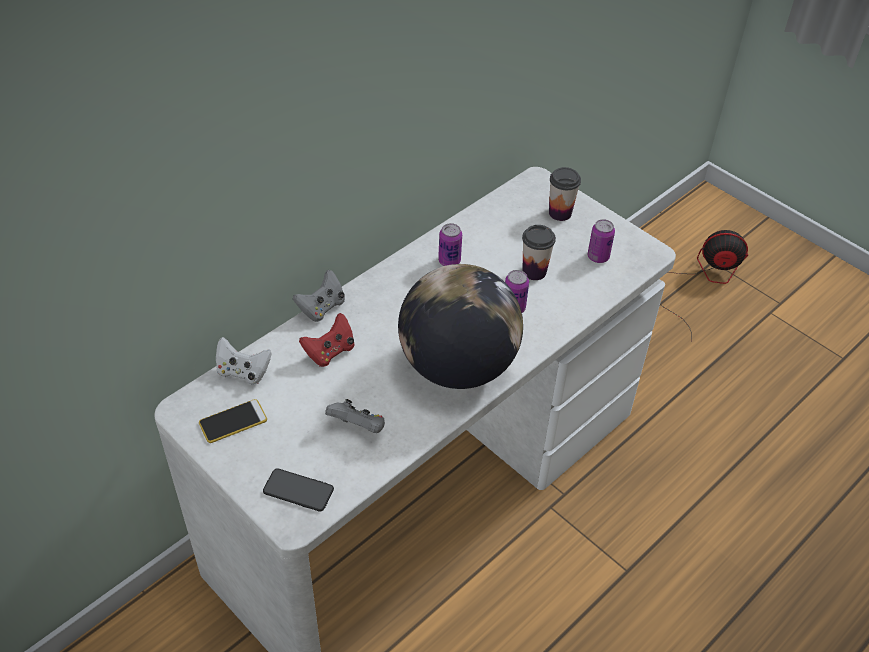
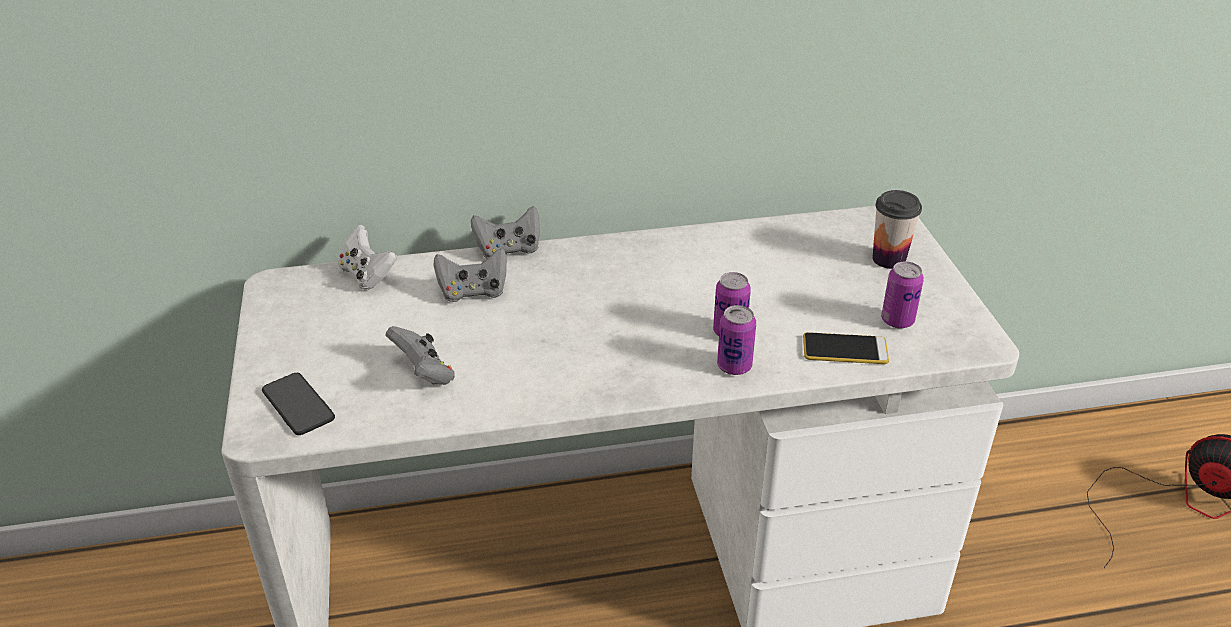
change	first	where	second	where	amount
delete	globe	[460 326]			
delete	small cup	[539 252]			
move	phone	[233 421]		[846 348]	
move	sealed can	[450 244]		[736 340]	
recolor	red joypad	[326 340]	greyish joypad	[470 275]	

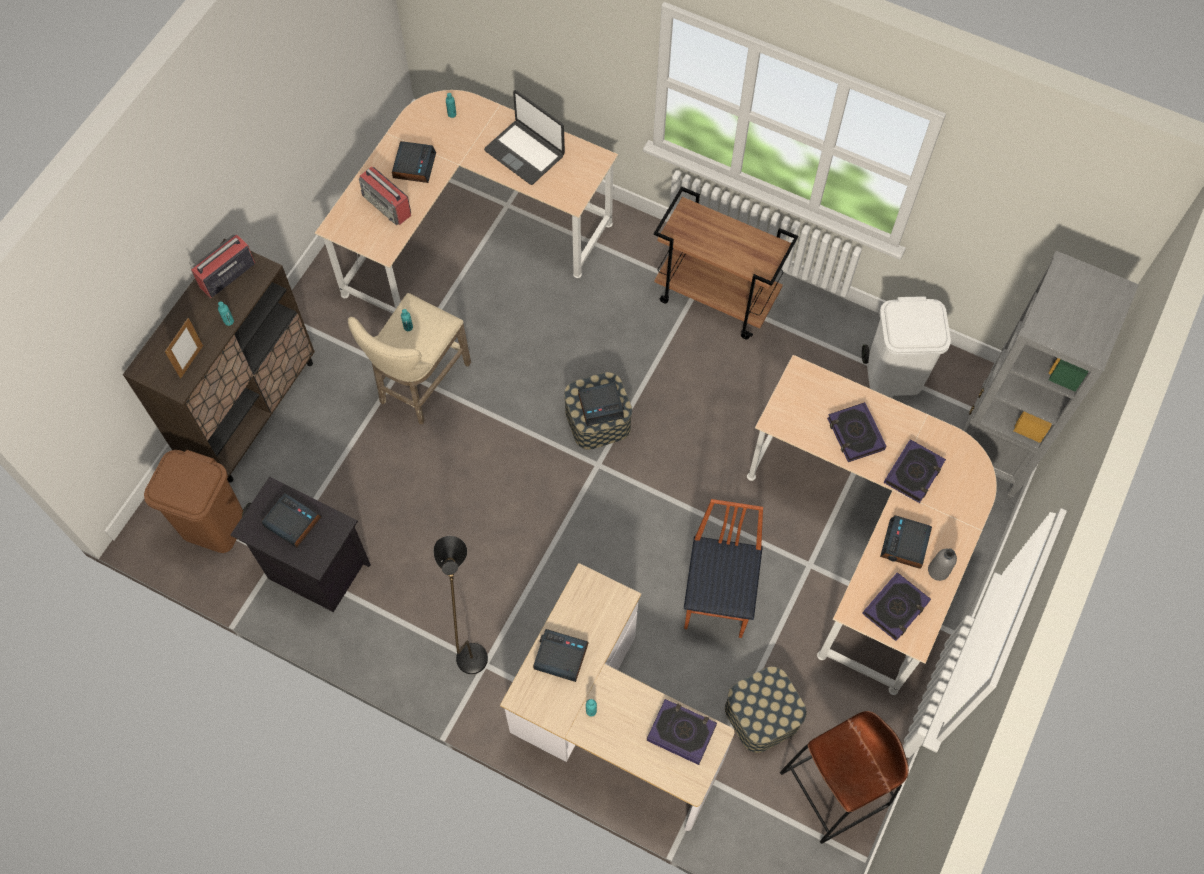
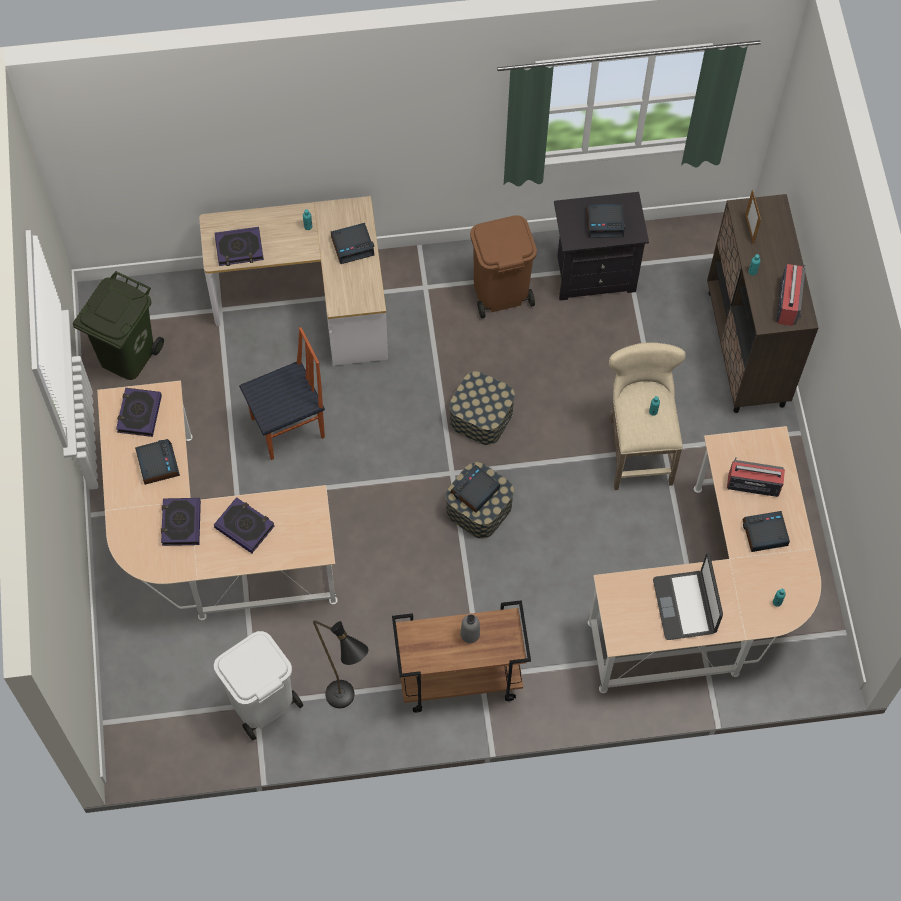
change	first	where	second	where	amount
delete	greyish bookshelf	[1051 374]			
move	brown trash can	[197 501]		[503 266]	
move	black-coloured floor lamp	[460 605]		[340 664]	
move	storage bin	[766 710]		[482 408]	
move	greyish bottle	[942 565]		[470 629]	
replace	brown sitting stool	[844 777]	green trash can	[118 325]	
rotate	alarm clock	[414 162]		[766 531]	105 degrees clockwise
rotate	portable computer	[524 137]		[688 596]	105 degrees counterclockwise
rotate	upright chair	[723 568]		[282 393]	90 degrees counterclockwise

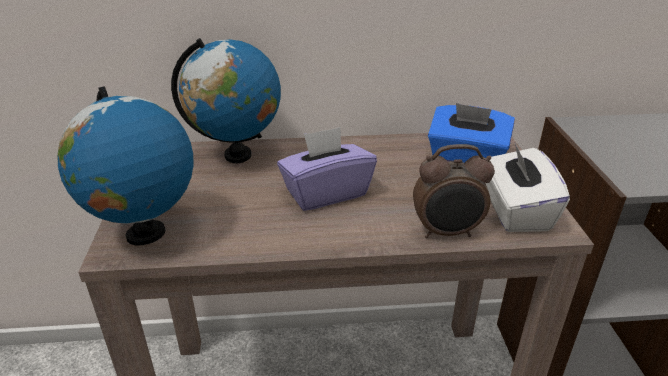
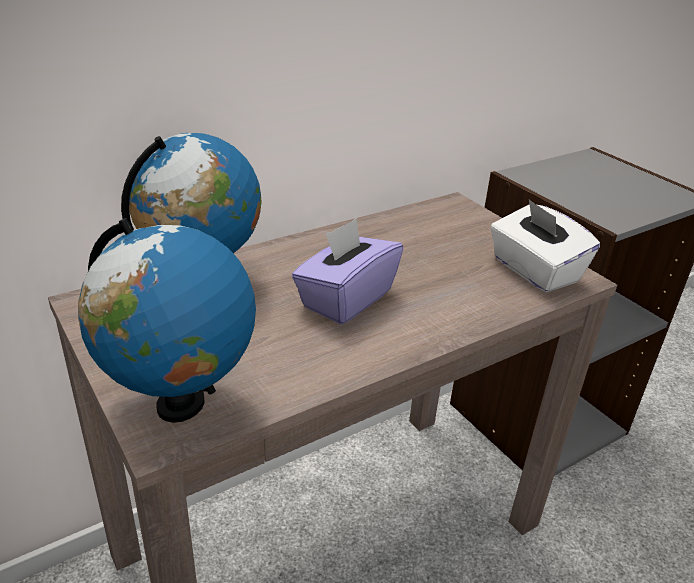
change	first	where	second	where	amount
delete	alarm clock	[454 191]			
delete	blue tissue box	[471 133]			

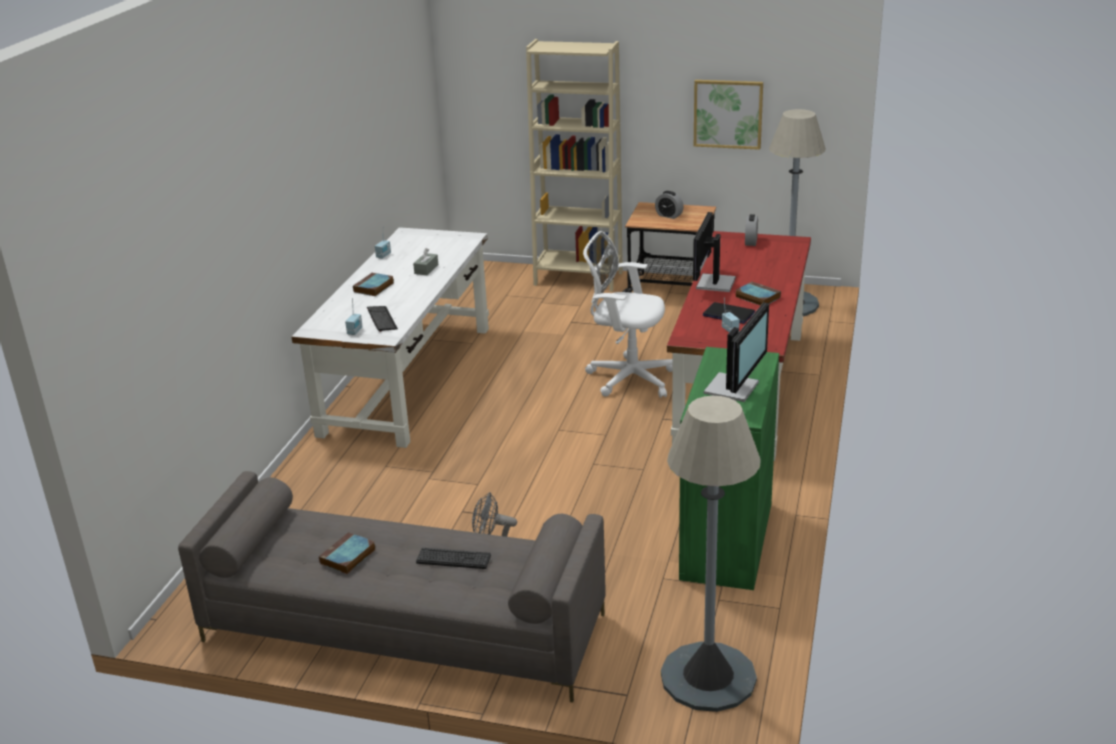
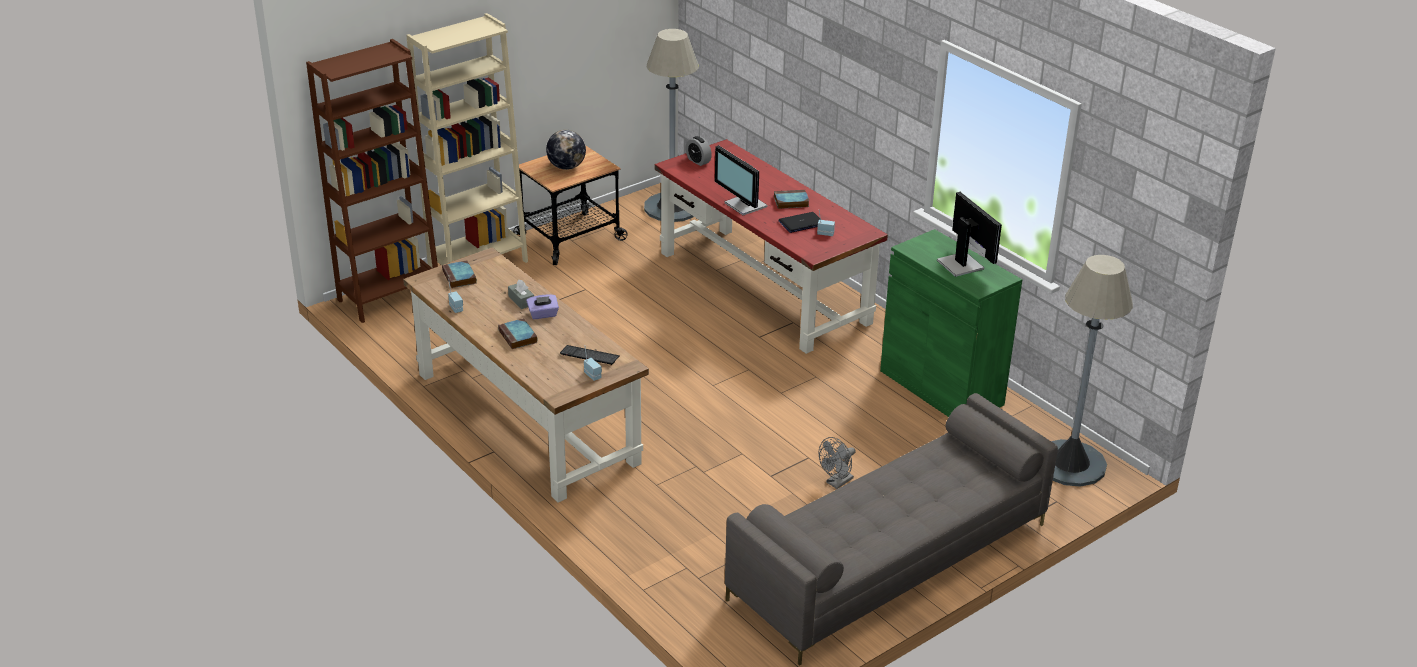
change	first	where	second	where	amount
delete	computer keyboard	[453 558]			
delete	white-coloured computer chair	[628 314]			
delete	picture	[728 115]			
insert			brown bookshelf	[372 181]	
insert			purplish tissue box	[542 306]	
move	volume	[347 553]		[459 274]	
replace	alarm clock	[669 205]	globe	[566 150]	
recolor	white-coloured desk table	[390 337]	brown desk table	[526 375]	

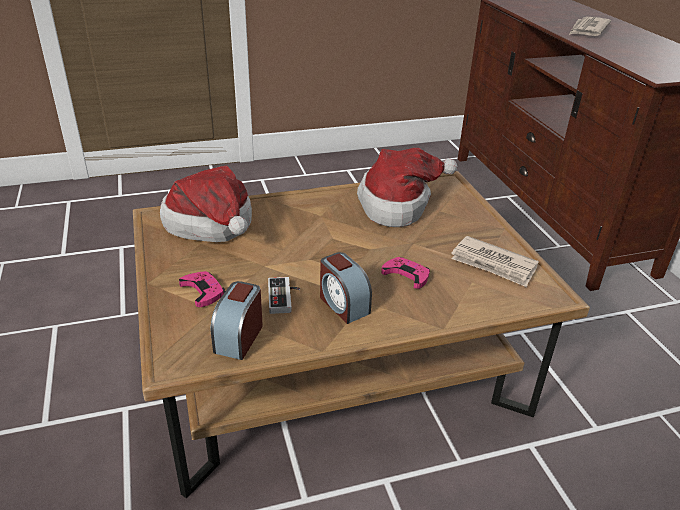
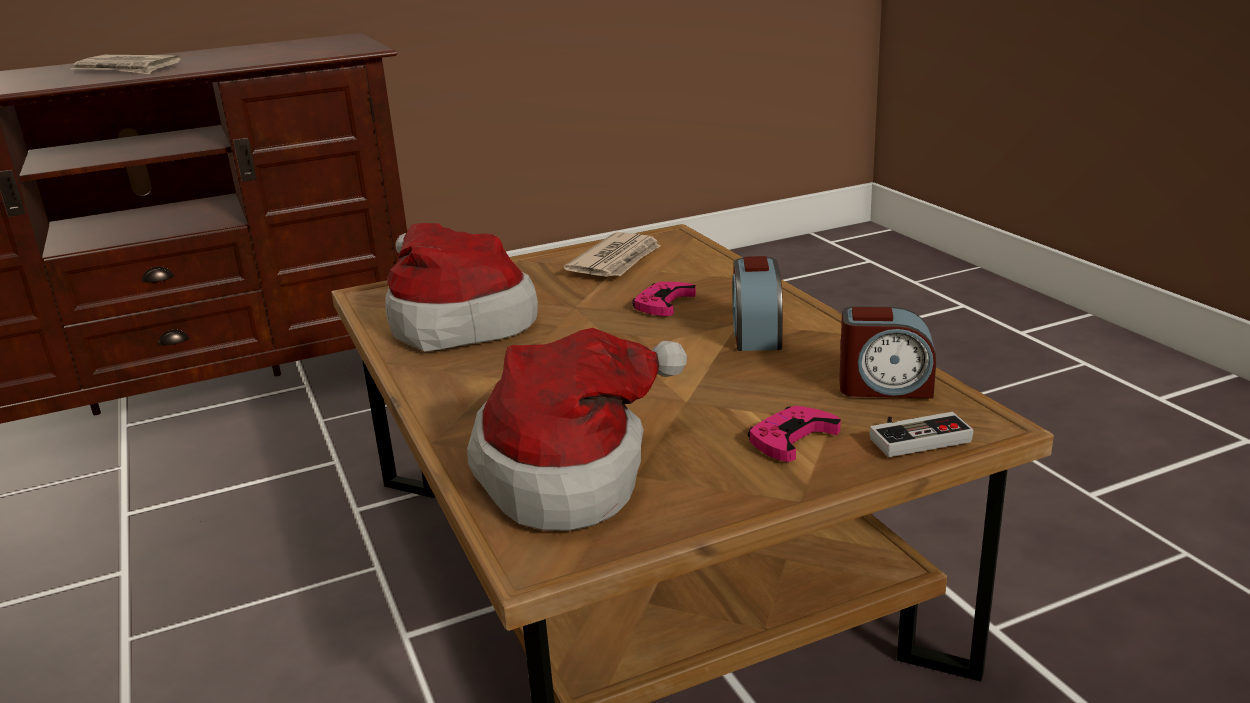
change	first	where	second	where	amount
move	joypad	[284 295]		[922 434]	
rotate	alarm clock	[346 288]		[757 303]	135 degrees clockwise

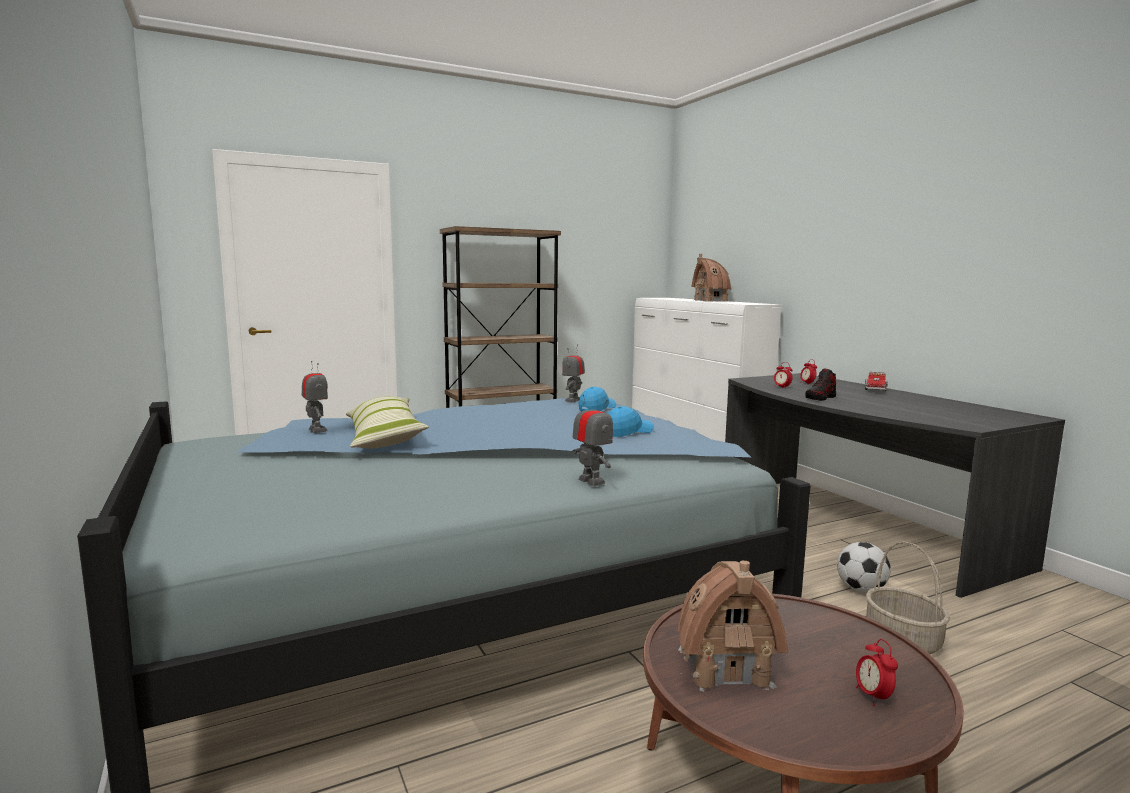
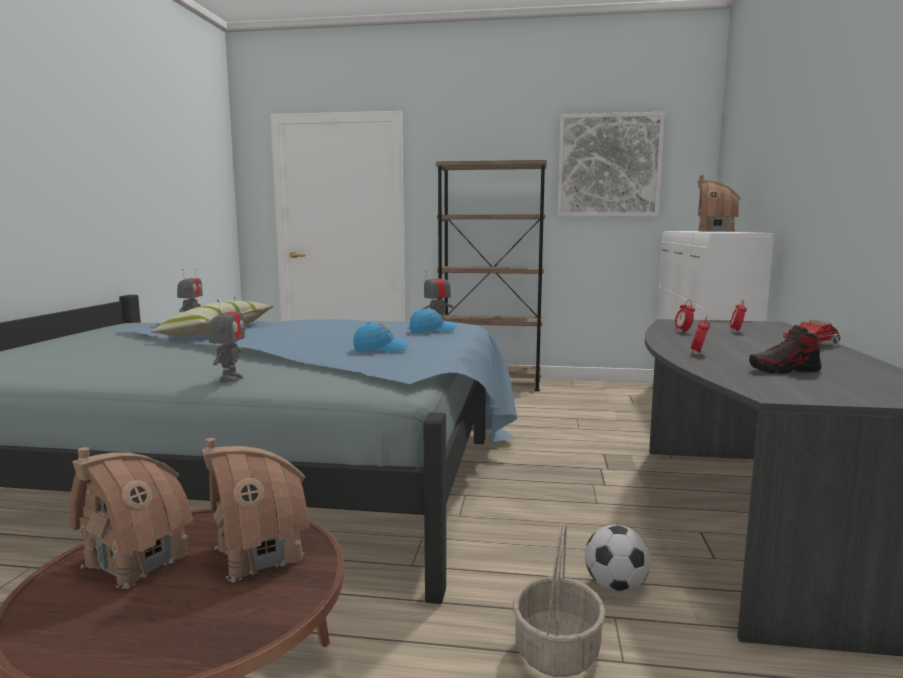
change	first	where	second	where	amount
insert			toy house	[255 510]	
insert			picture	[611 164]	
move	low shoe	[820 385]		[785 349]	
move	alarm clock	[877 672]		[700 335]	

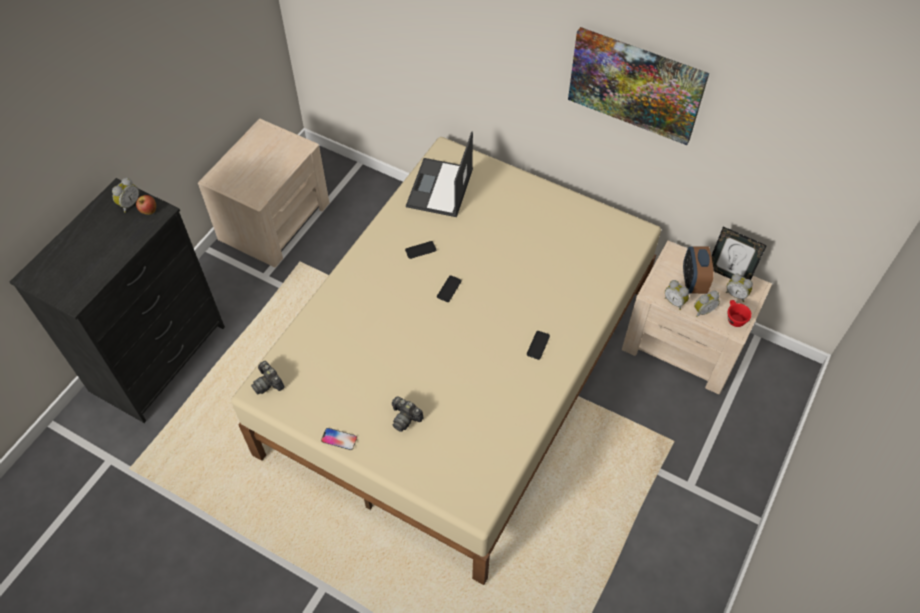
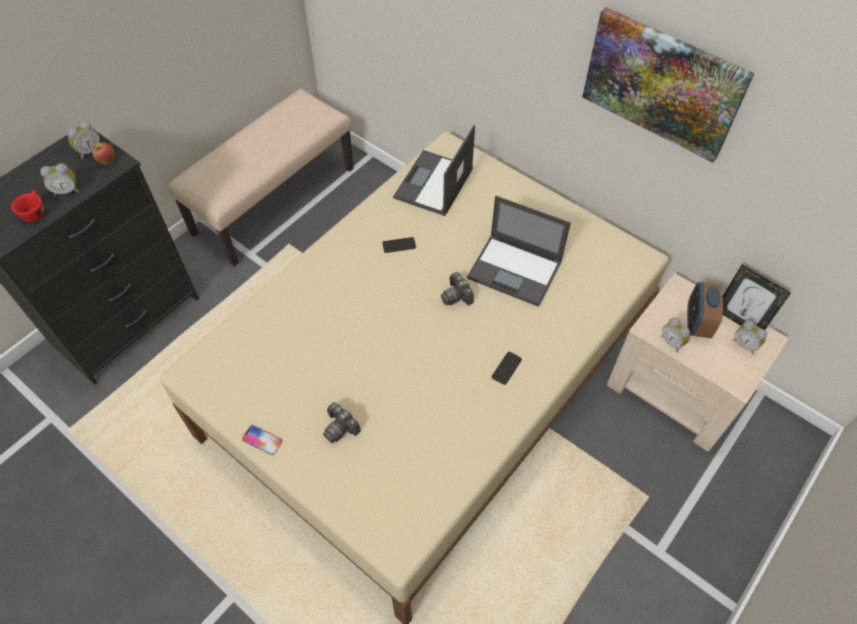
change	first	where	second	where	amount
delete	phone	[449 288]			
insert			portable computer	[519 251]	
move	photo camera	[268 378]		[457 288]	
move	alarm clock	[707 304]		[60 180]	
move	red small cup	[740 313]		[27 206]	
replace	sand-coloured nightstand	[263 192]	sand-coloured indoor bench	[261 178]	

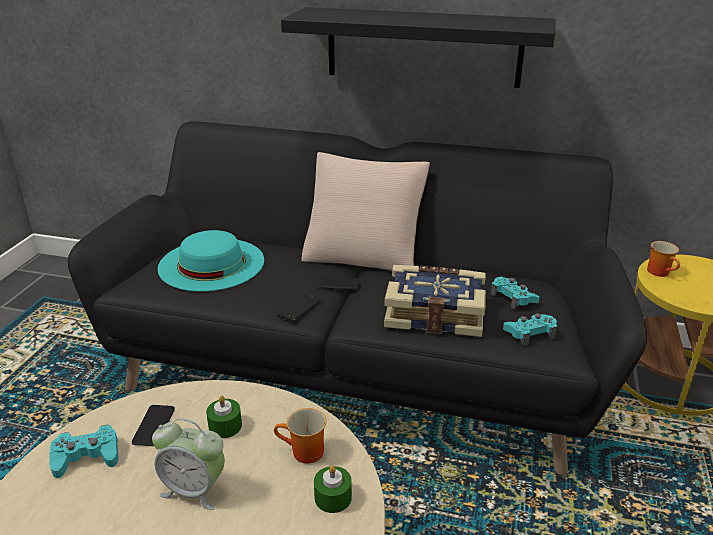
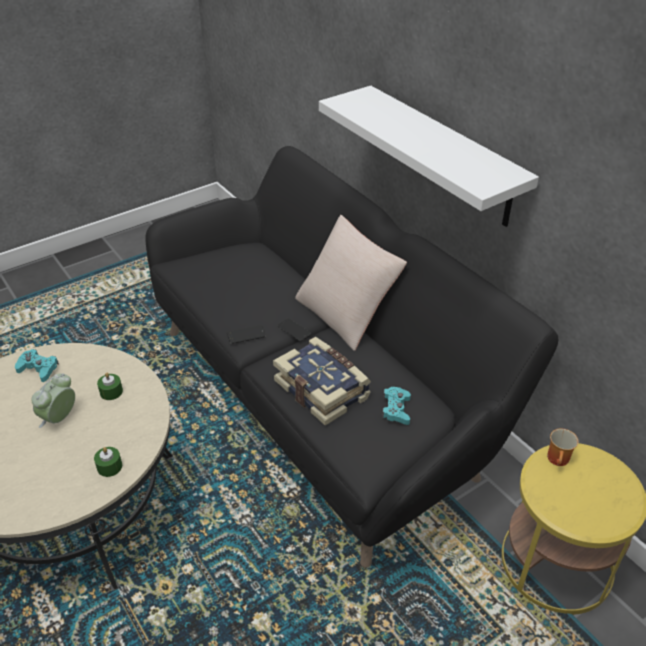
change	first	where	second	where	amount
delete	phone	[153 425]			
delete	blue-green clothing hat	[211 261]			
delete	tea mug	[300 436]			
delete	blue-green joypad	[530 329]			
recolor	black-coloured wall shelf	[418 47]	white-coloured wall shelf	[429 156]	
rotate	alarm clock	[188 464]		[53 400]	60 degrees clockwise

